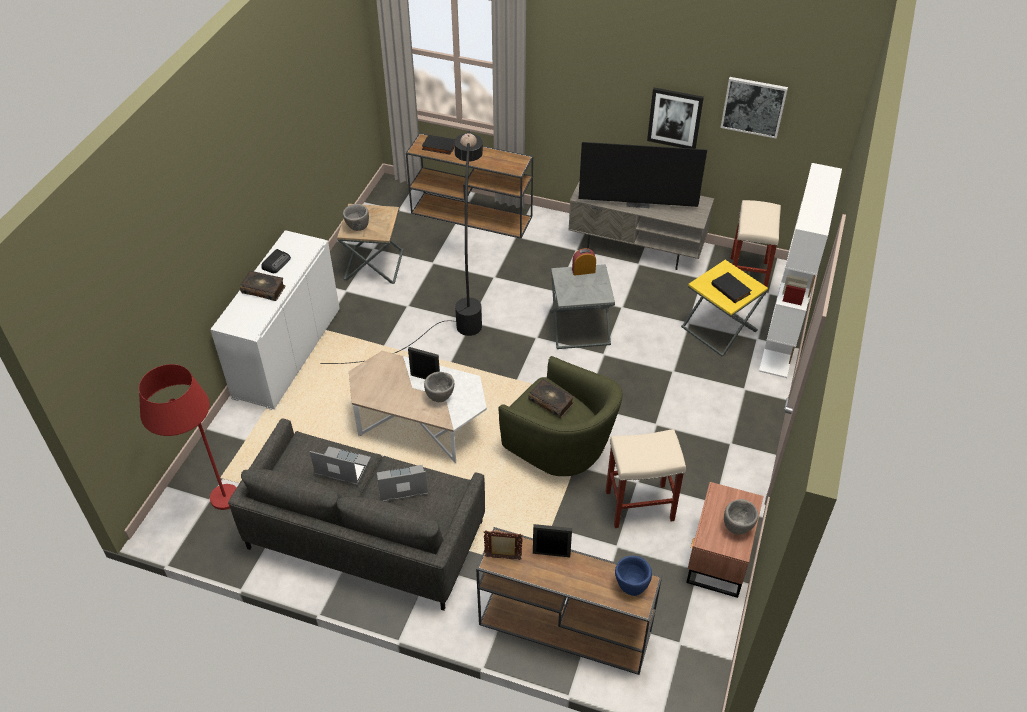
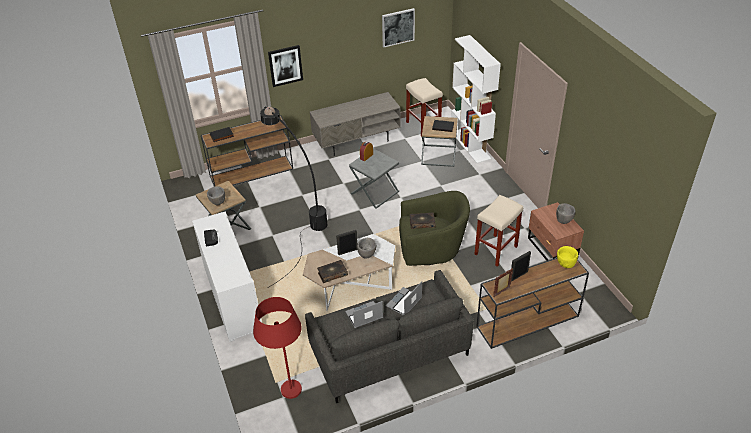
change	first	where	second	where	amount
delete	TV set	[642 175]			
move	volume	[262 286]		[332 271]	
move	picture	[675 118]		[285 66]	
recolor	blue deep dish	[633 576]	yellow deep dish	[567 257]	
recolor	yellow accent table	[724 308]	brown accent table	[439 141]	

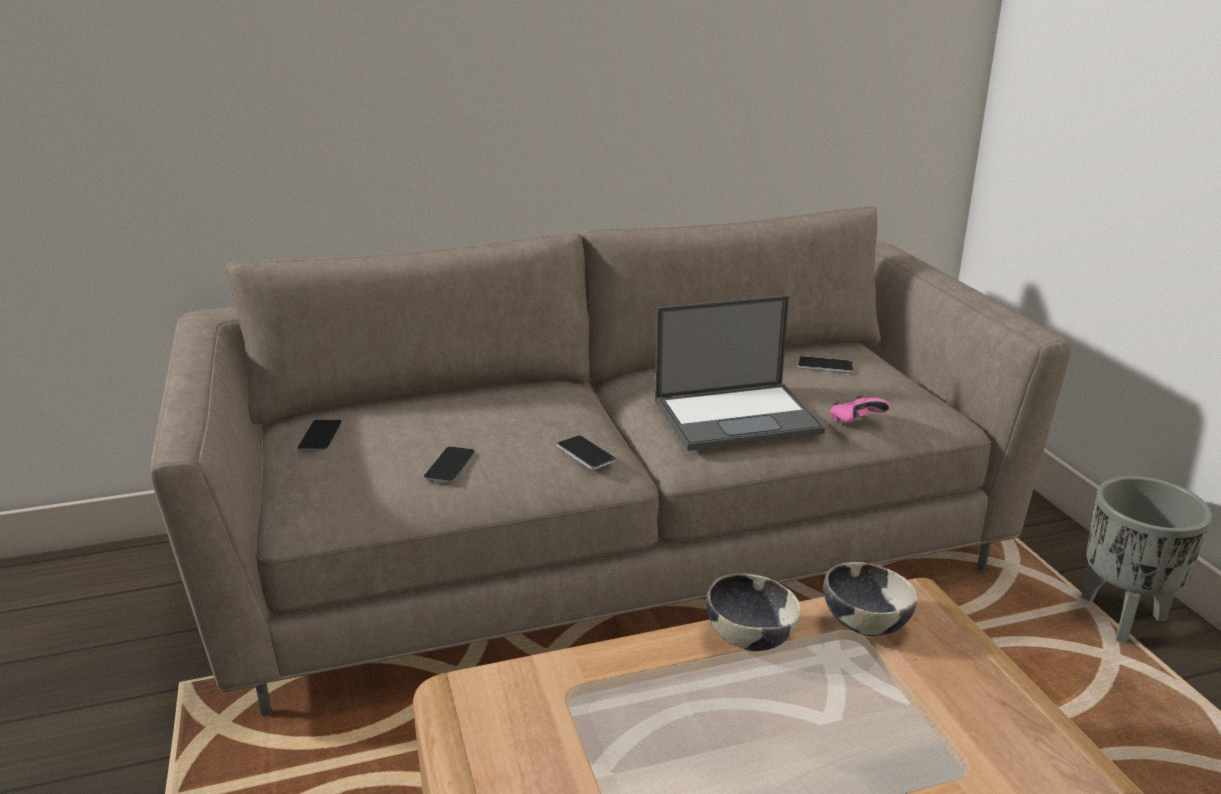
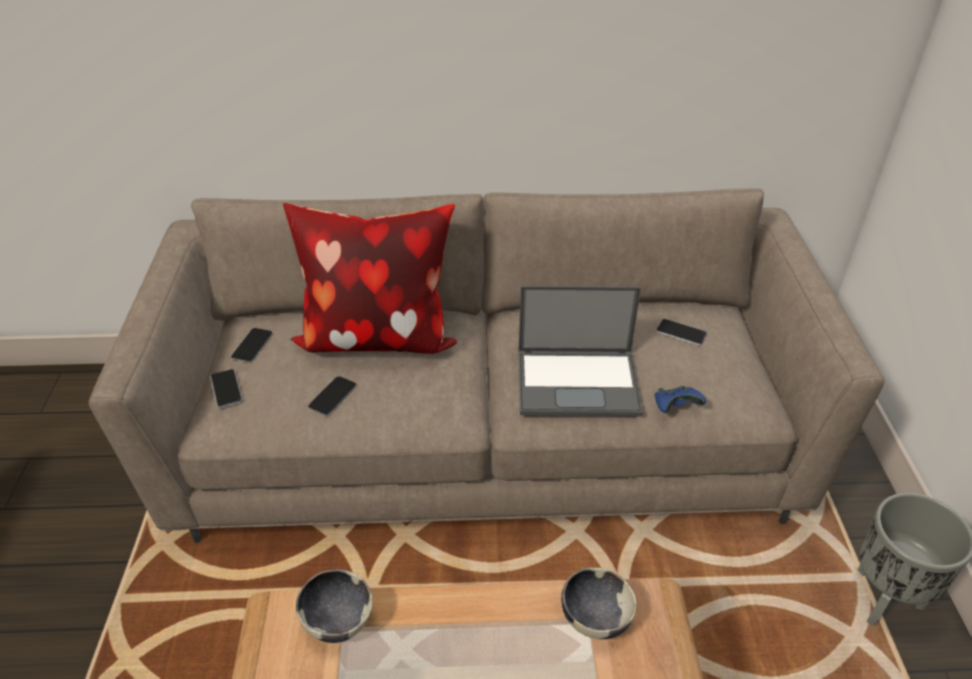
change	first	where	second	where	amount
insert			pillow	[370 278]	
move	phone	[586 452]		[226 388]	
move	deep dish	[753 612]		[334 606]	
recolor	pink joypad	[860 409]	blue joypad	[680 399]	

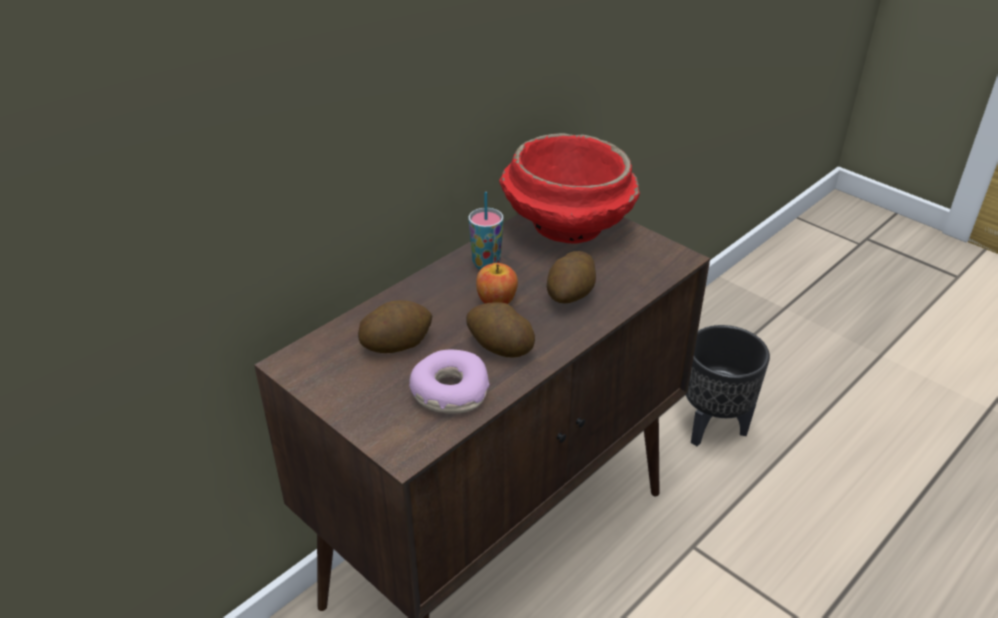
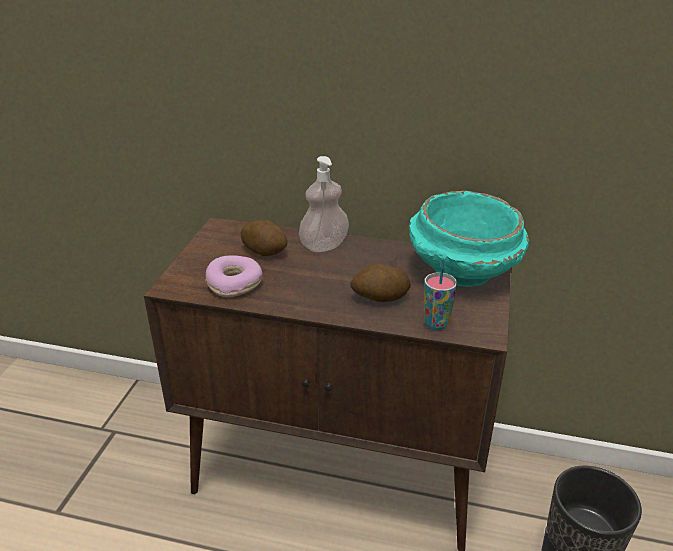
change	first	where	second	where	amount
delete	spud	[500 329]			
delete	apple fruit	[497 283]			
insert			liquid soap bottle	[324 204]	
move	small cup	[486 231]		[440 294]	
recolor	red deep dish	[569 188]	blue-green deep dish	[469 239]	

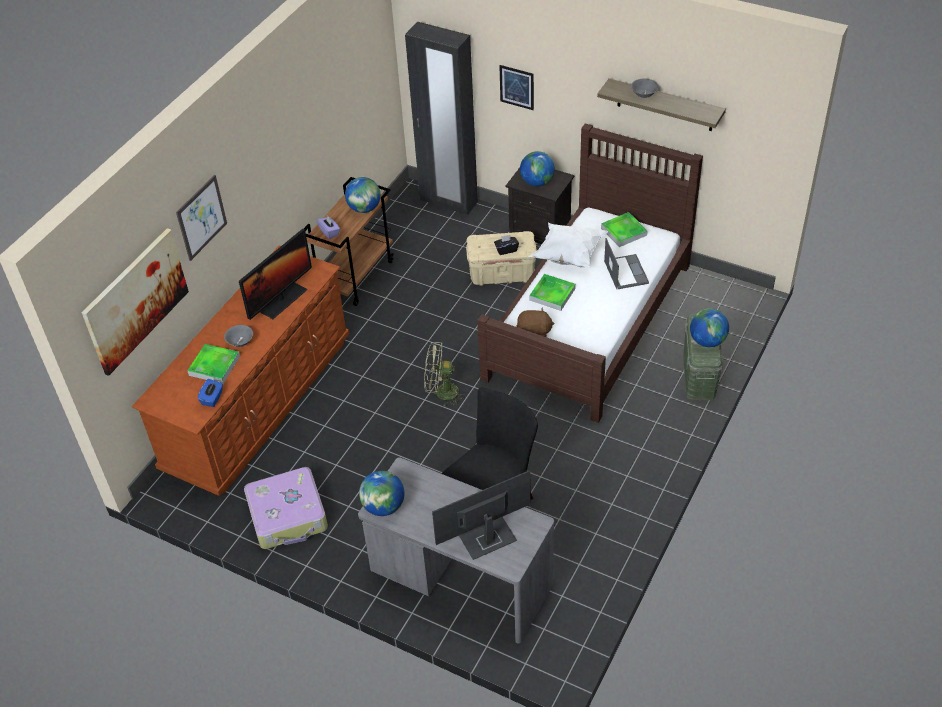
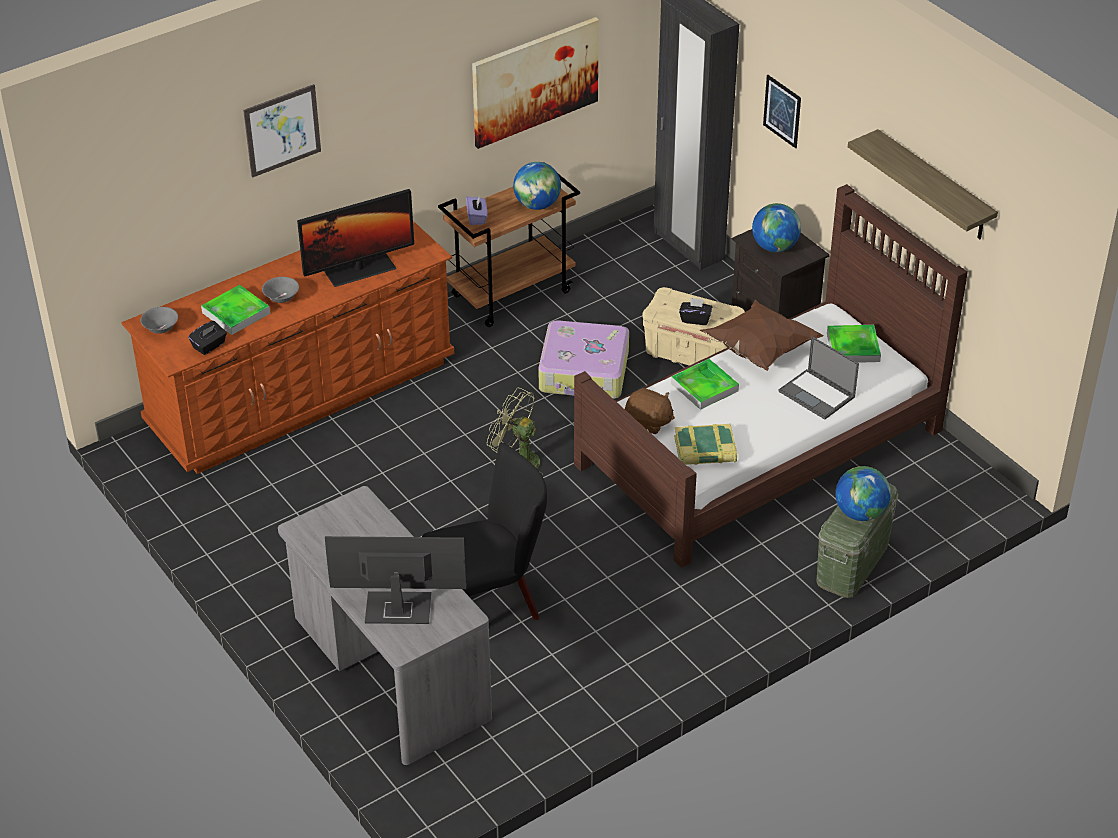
change	first	where	second	where	amount
delete	globe	[381 493]			
insert			volume	[705 444]	
move	picture	[135 302]		[535 83]	
move	piece of luggage	[286 508]		[584 360]	
move	greyish deep dish	[645 88]		[159 320]	
recolor	blue tissue box	[210 393]	black-coloured tissue box	[207 338]	
recolor	white-coloured pillow	[568 245]	brown pillow	[761 335]	
rotate	portable computer	[626 263]		[818 378]	120 degrees clockwise

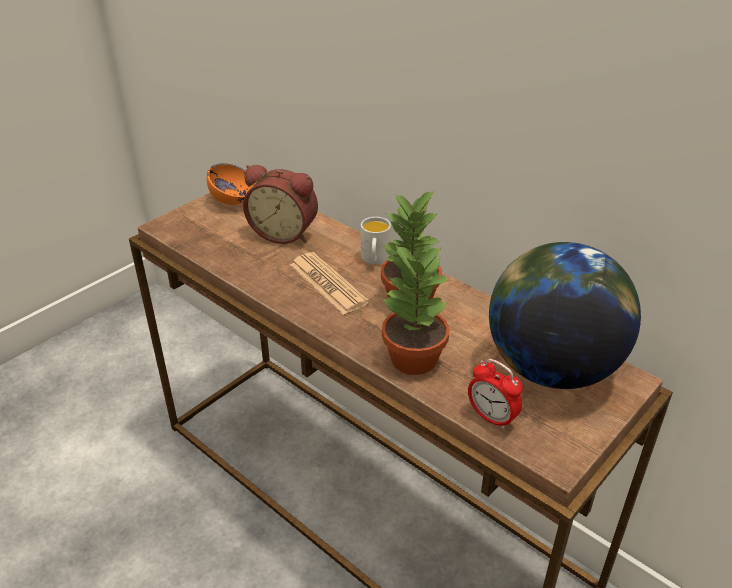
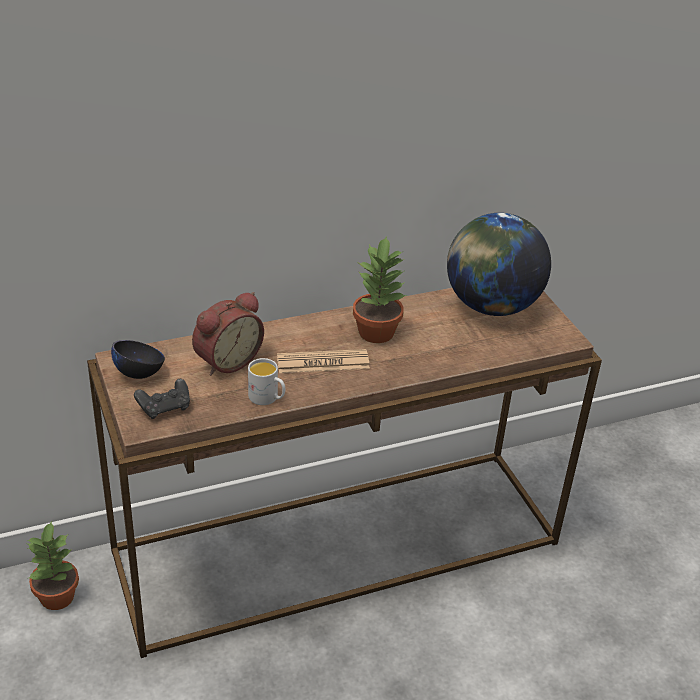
change	first	where	second	where	amount
delete	alarm clock	[495 394]			
insert			black-coloured joypad	[162 399]	
move	white-coloured tea mug	[376 241]		[266 381]	
move	potted plant	[416 309]		[53 565]	
recolor	orangey deep dish	[231 184]	black-coloured deep dish	[138 359]	

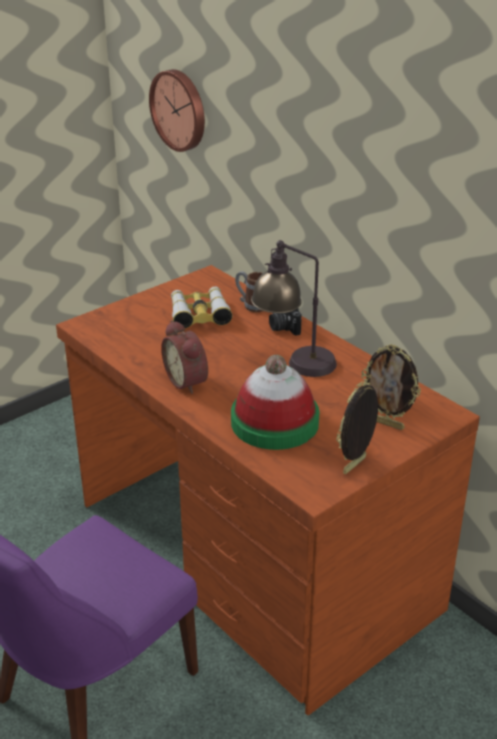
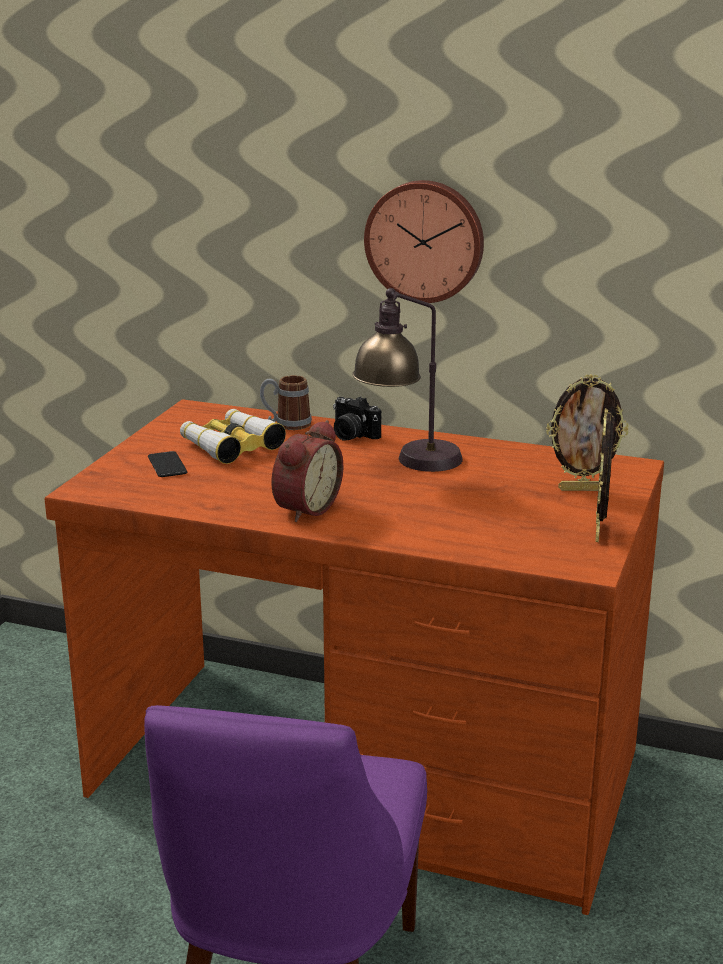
change	first	where	second	where	amount
delete	clothing hat	[275 402]			
insert			phone	[167 464]	
move	clock on the wall	[177 110]		[424 241]	
rotate	alarm clock	[184 357]		[307 471]	90 degrees counterclockwise

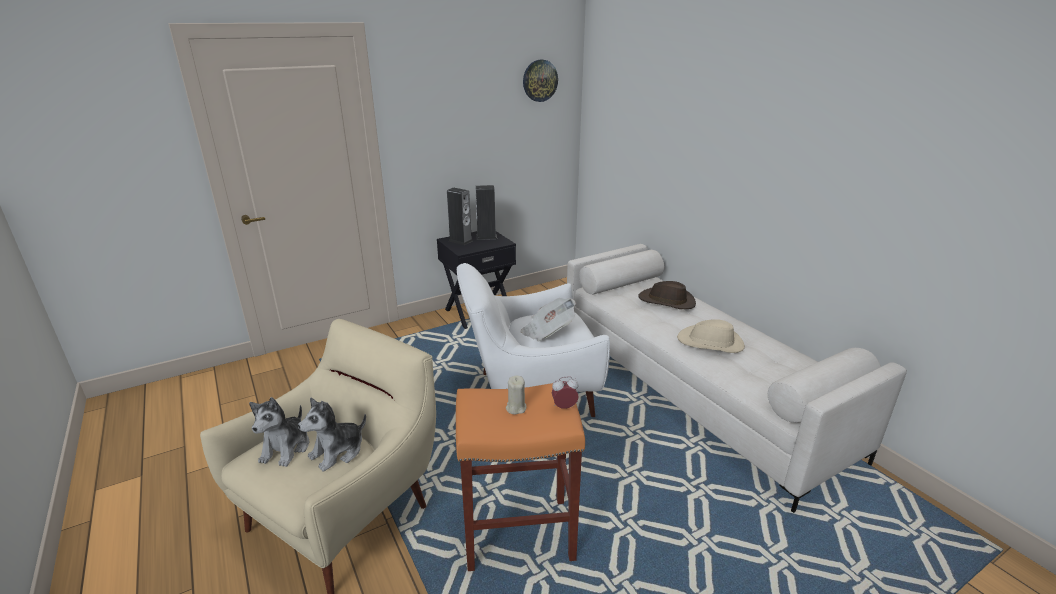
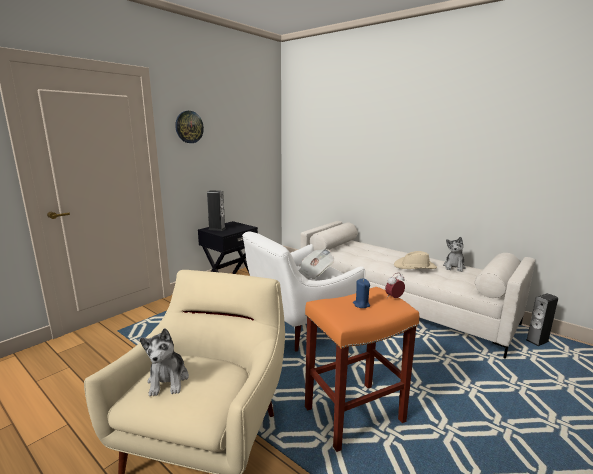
change	first	where	second	where	amount
delete	brown clothing hat	[667 295]			
move	plush toy	[332 435]		[454 254]	
move	loudspeaker	[486 212]		[542 319]	
move	clock on the wall	[540 81]		[189 127]	
recolor	sand-coloured wax light	[516 395]	blue wax light	[361 293]	

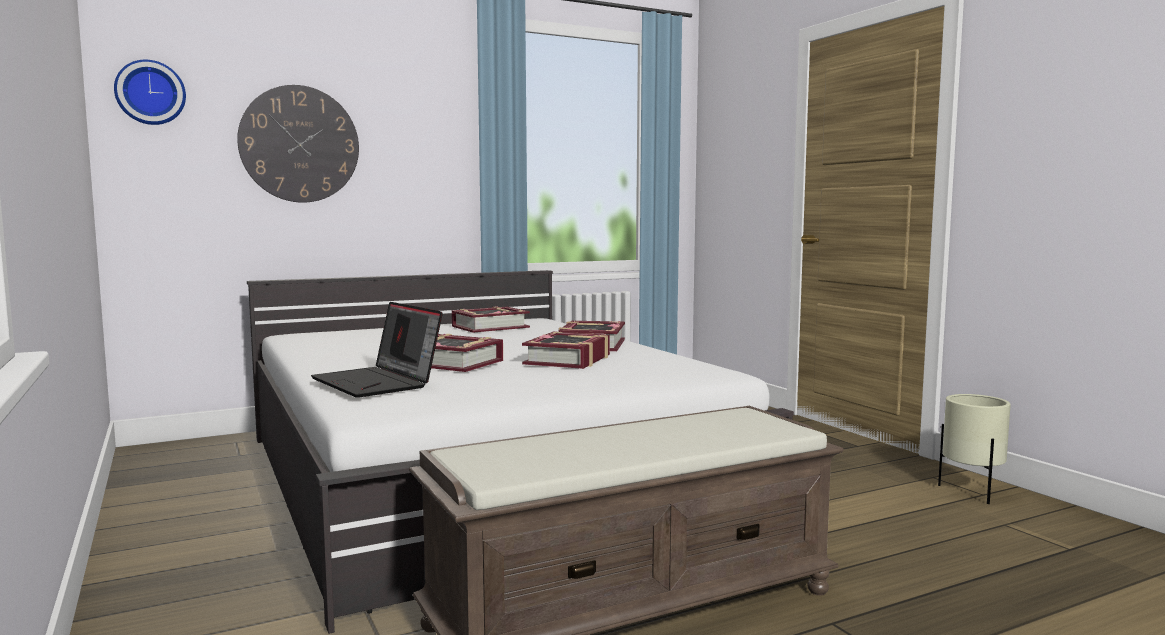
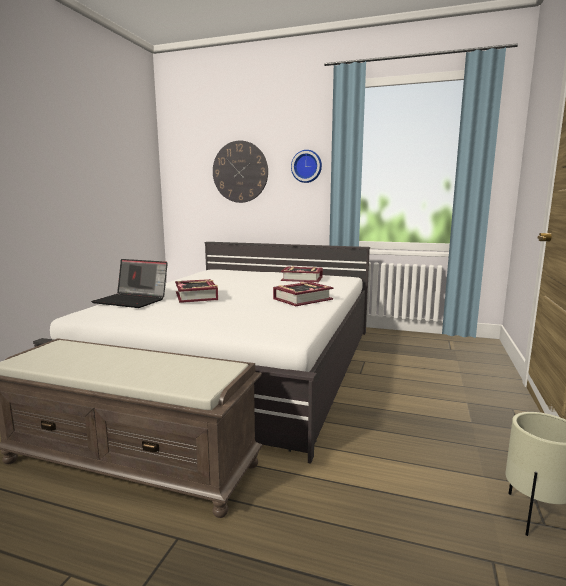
change	first	where	second	where	amount
delete	volume	[566 350]			
move	clock on the wall	[150 92]		[306 166]	
rotate	portable computer	[377 350]		[129 283]	75 degrees counterclockwise

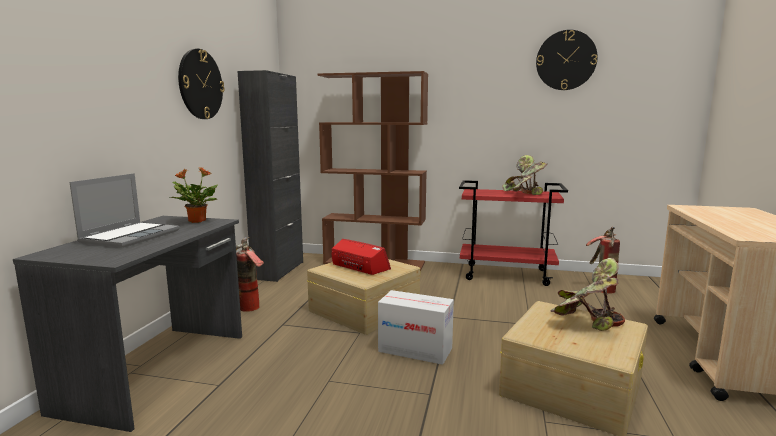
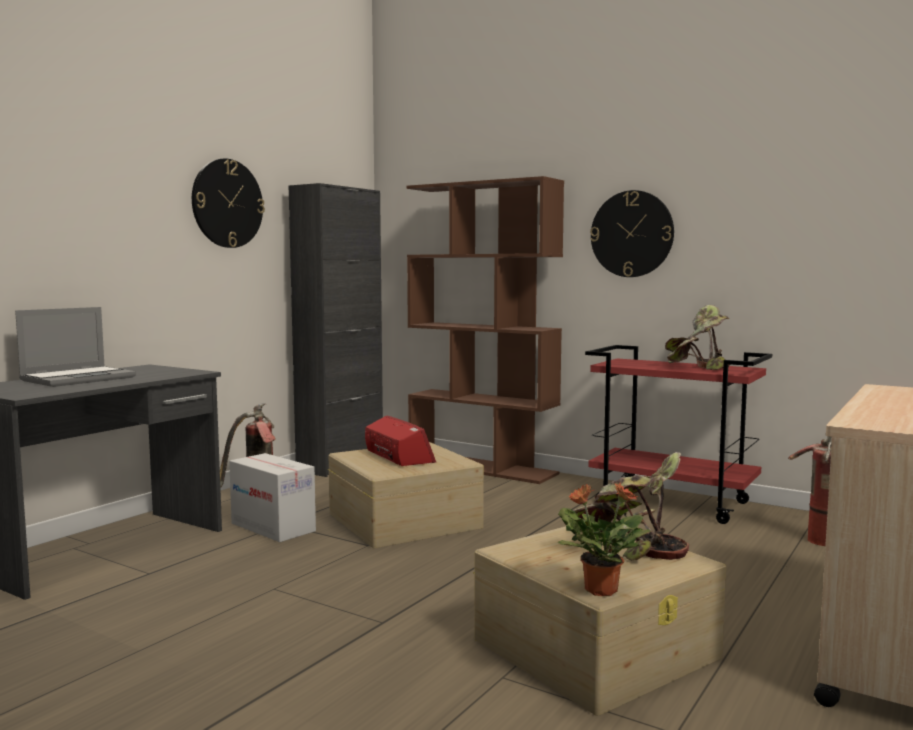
change	first	where	second	where	amount
move	potted plant	[194 195]		[604 539]	
move	packing box	[416 327]		[272 497]	
move	clock on the wall	[567 60]		[632 233]	

